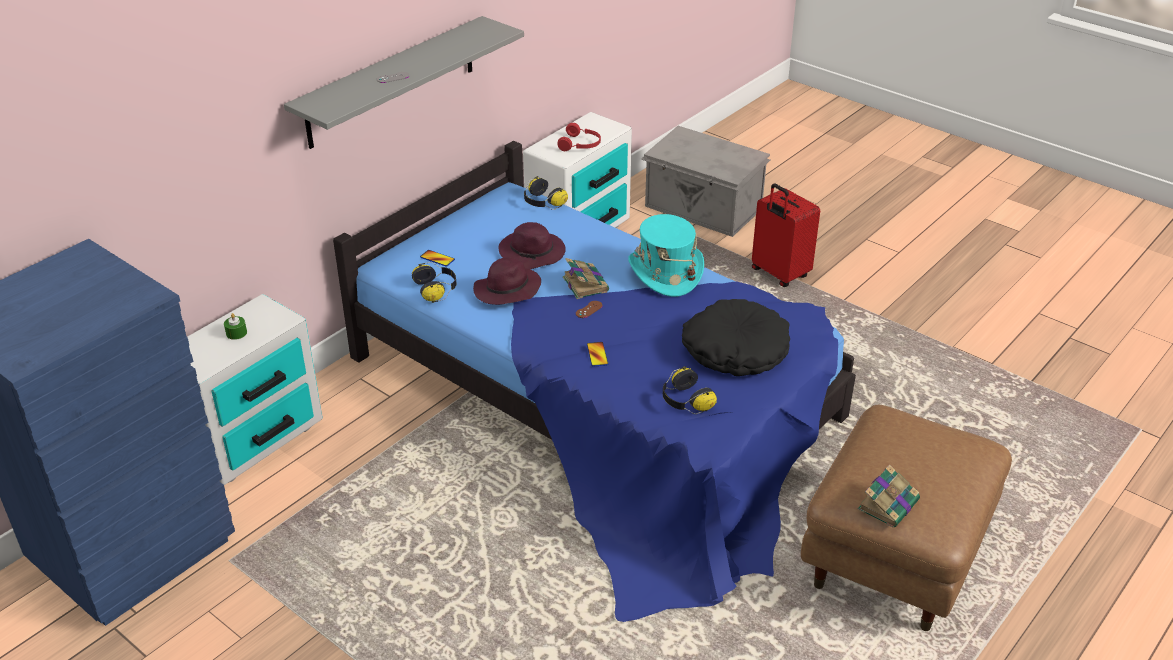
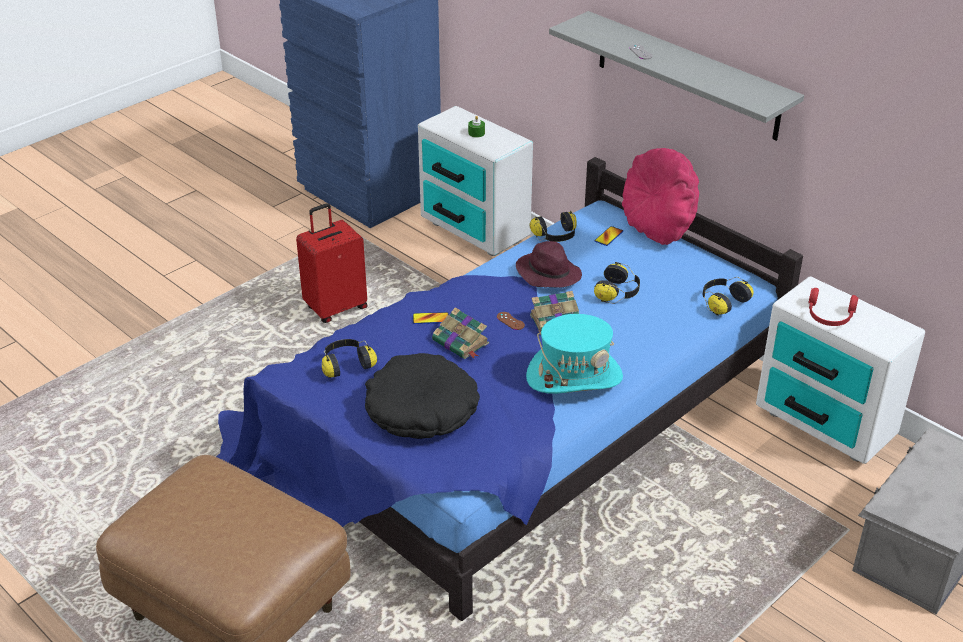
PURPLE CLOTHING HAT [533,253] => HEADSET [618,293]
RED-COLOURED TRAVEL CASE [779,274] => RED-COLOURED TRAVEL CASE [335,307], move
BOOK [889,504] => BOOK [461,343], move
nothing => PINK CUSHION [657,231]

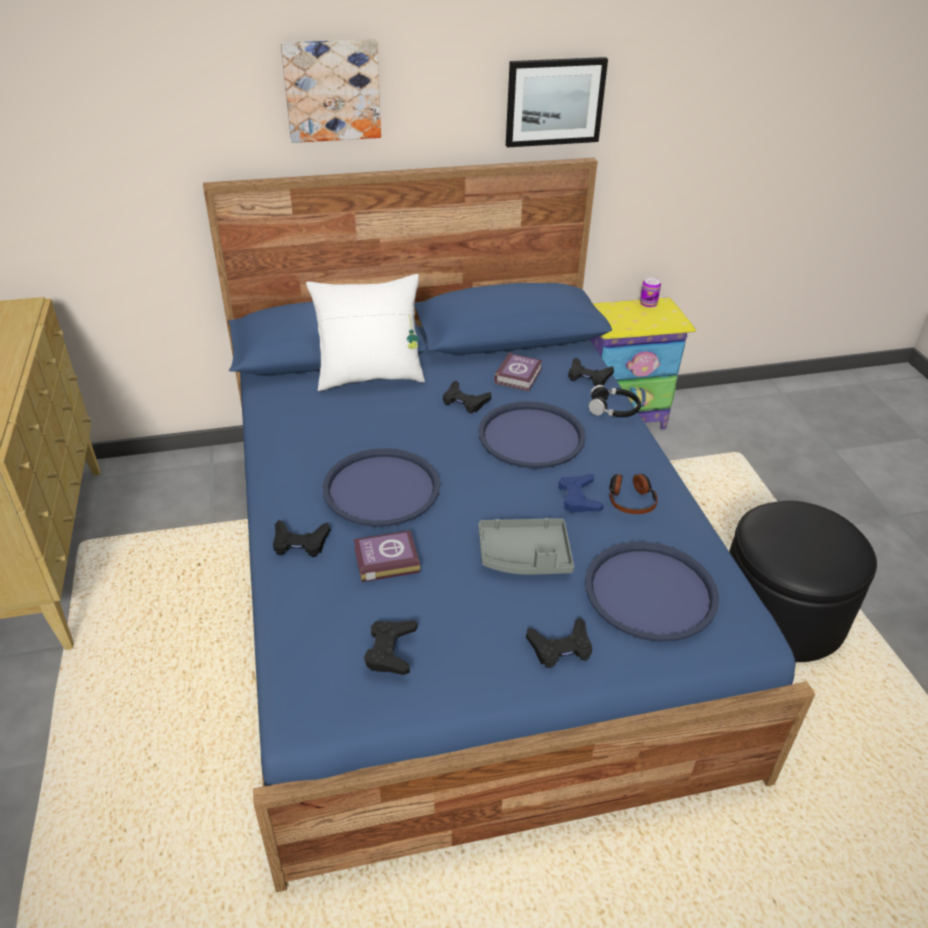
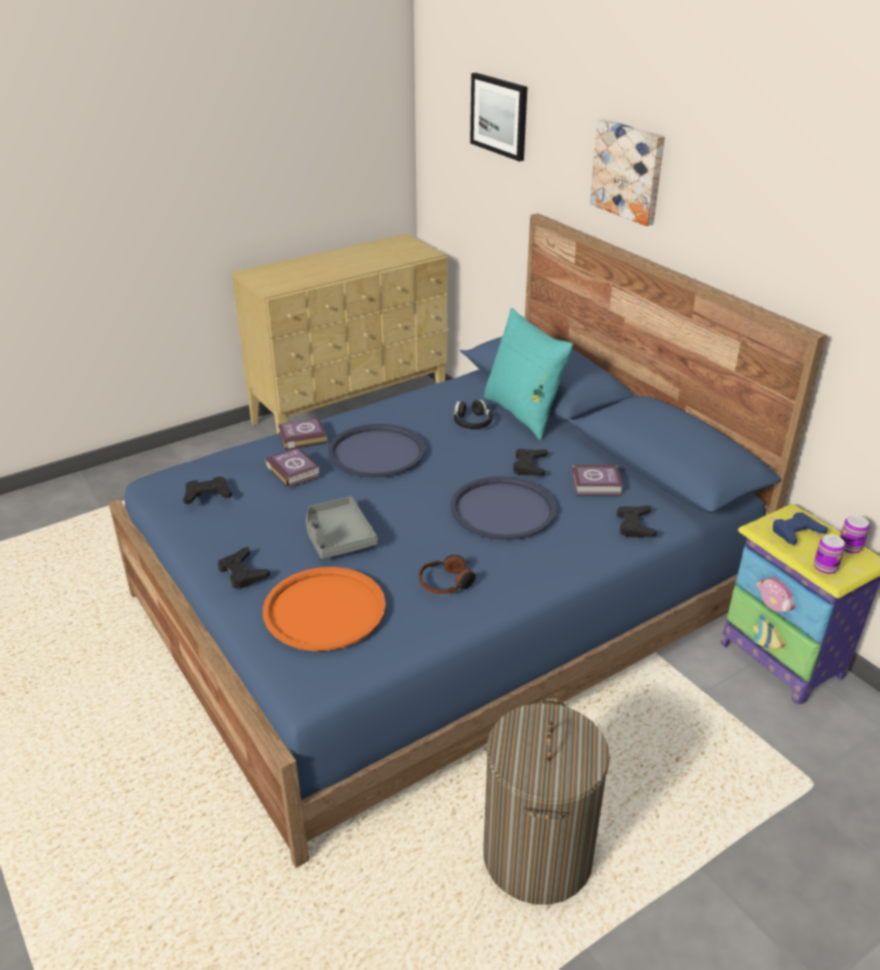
BLACK GAMEPAD [300,543] => BOOK [301,438]
WHITE CUSHION [370,378] => BLUE-GREEN CUSHION [522,414]
PICTURE [554,101] => PICTURE [499,116], move
BLUE-COLOURED GAMEPAD [579,497] => BLUE-COLOURED GAMEPAD [796,532], move
BLUE-COLOURED TRAY [650,591] => ORANGEY TRAY [325,610]
BLACK HEADSET [613,409] => BLACK HEADSET [472,422], move
BLACK POUFFE [780,613] => WASHING BASKET [537,856]
nothing => CAN [825,567]

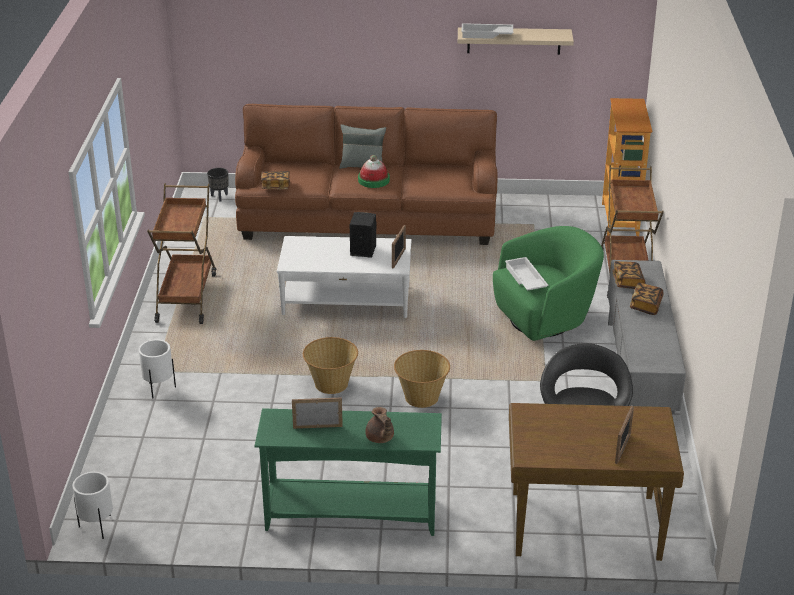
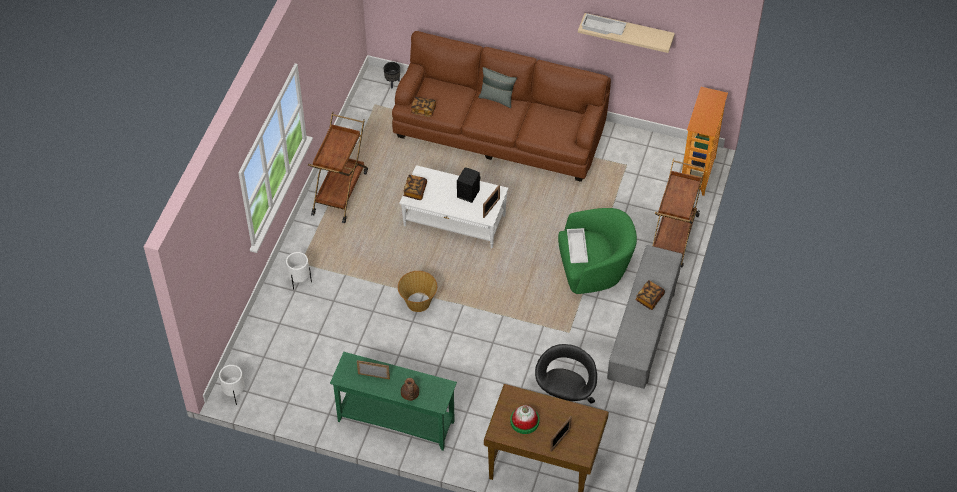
CLOTHING HAT [373,180] => CLOTHING HAT [524,421], move
BASKET [421,397] => nothing
BOOK [627,282] => BOOK [415,191], move

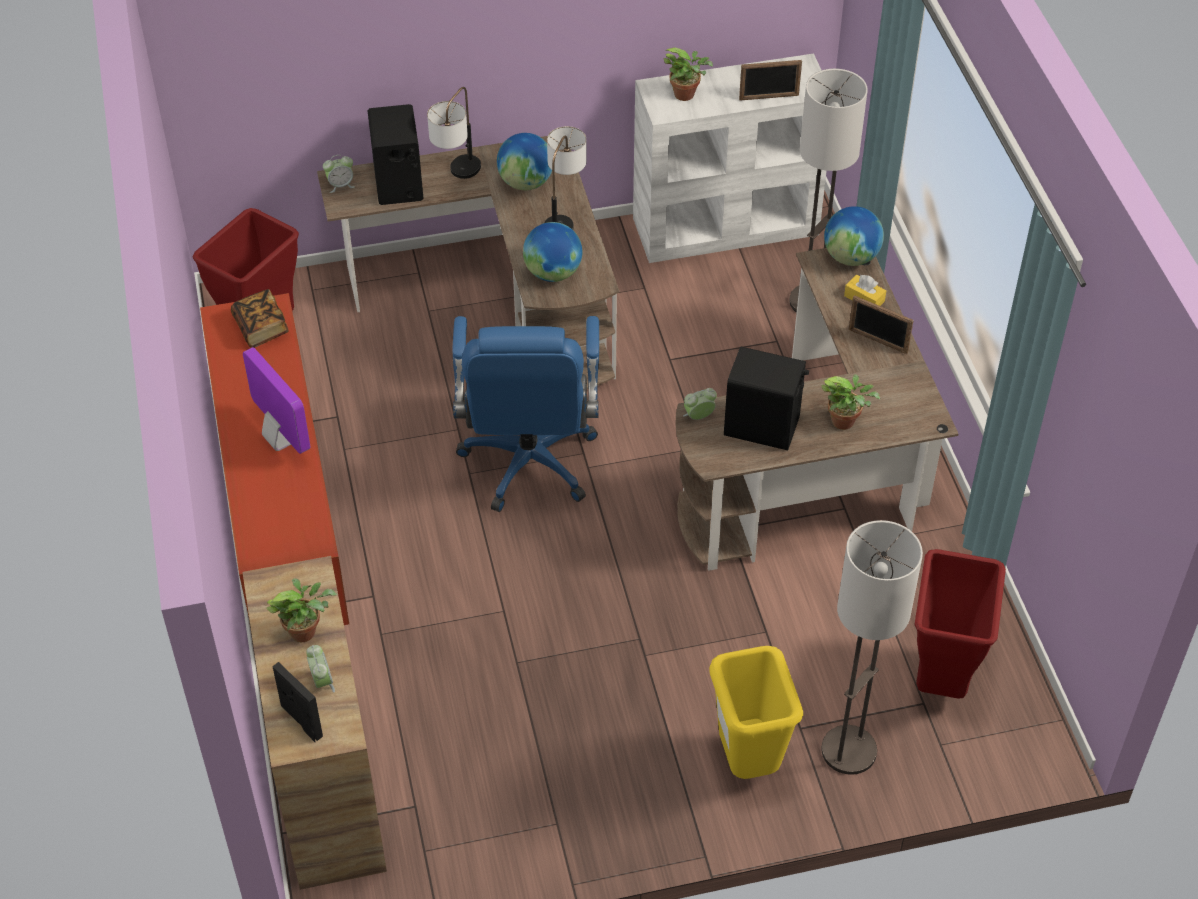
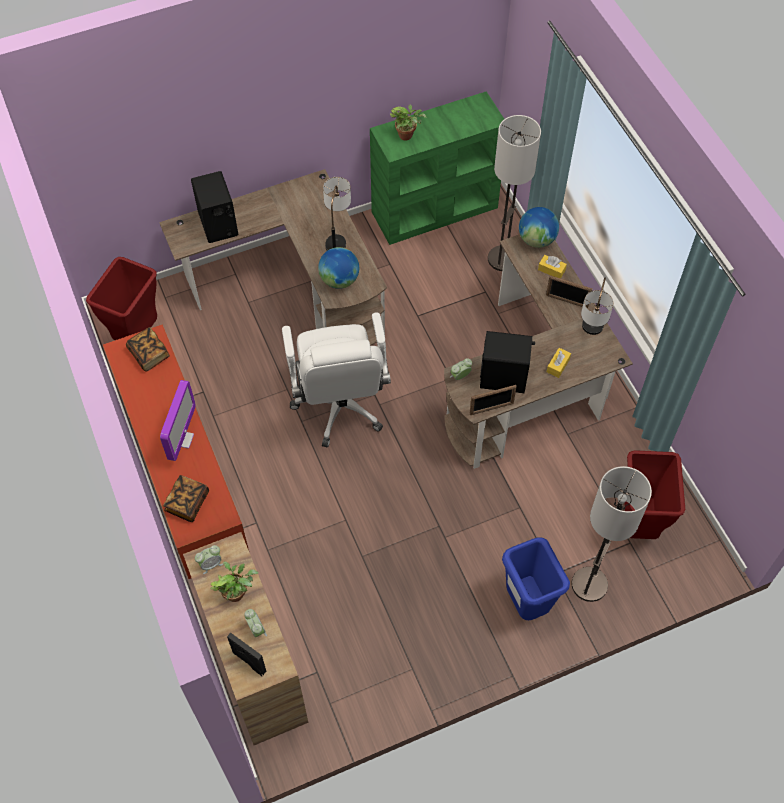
COMPUTER DISPLAY [281,439] => COMPUTER DISPLAY [182,439], 60 degrees clockwise
BEDSIDE CLOCK [340,185] => BEDSIDE CLOCK [210,564], move
TABLE LAMP [457,177] => TABLE LAMP [590,334], move
BLUE-COLOURED OFFICE CHAIR [529,464] => WHITE OFFICE CHAIR [340,408]
GLOBE [526,182] => nothing
WHITE SHELVING UNIT [725,225] => GREEN SHELVING UNIT [434,209]
YELLOW TRASH CAN [747,761] => BLUE-COLOURED TRASH CAN [526,603]
PHOTO FRAME [769,97] => PHOTO FRAME [491,408], move
POTTED PLANT [846,422] => YELLOW TISSUE BOX [558,365]
nothing => BOOK [187,503]

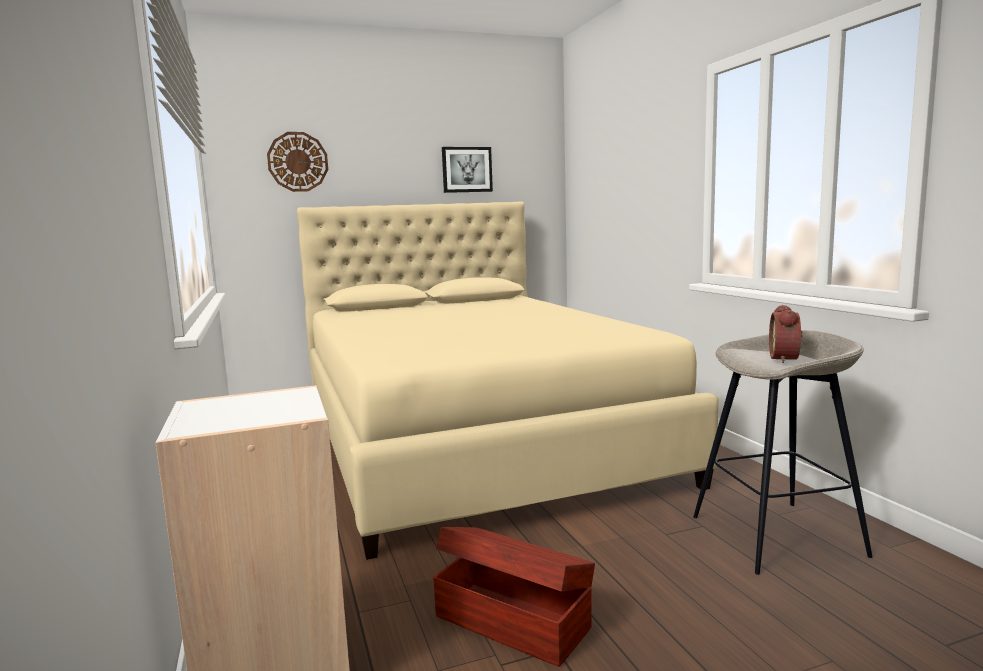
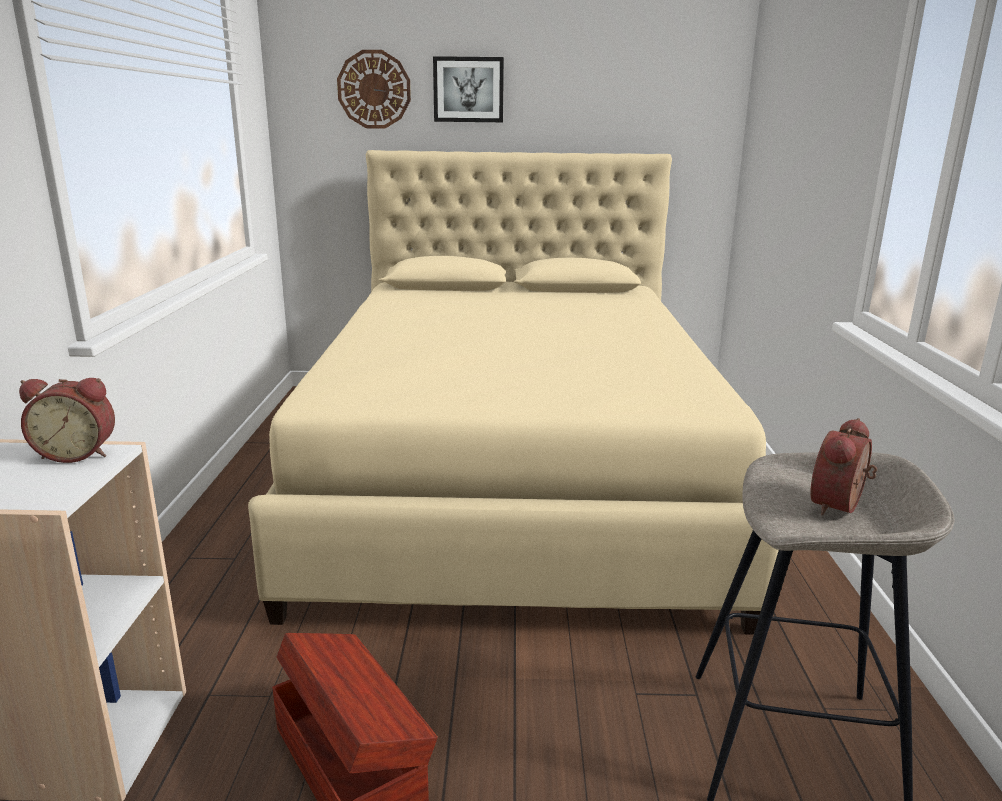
PICTURE [466,169] => PICTURE [468,90], move
nothing => BEDSIDE CLOCK [78,454]

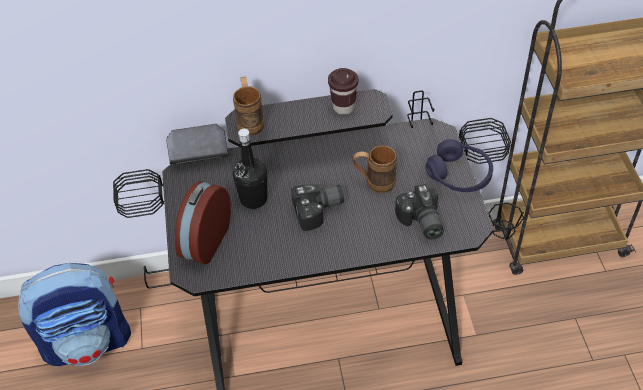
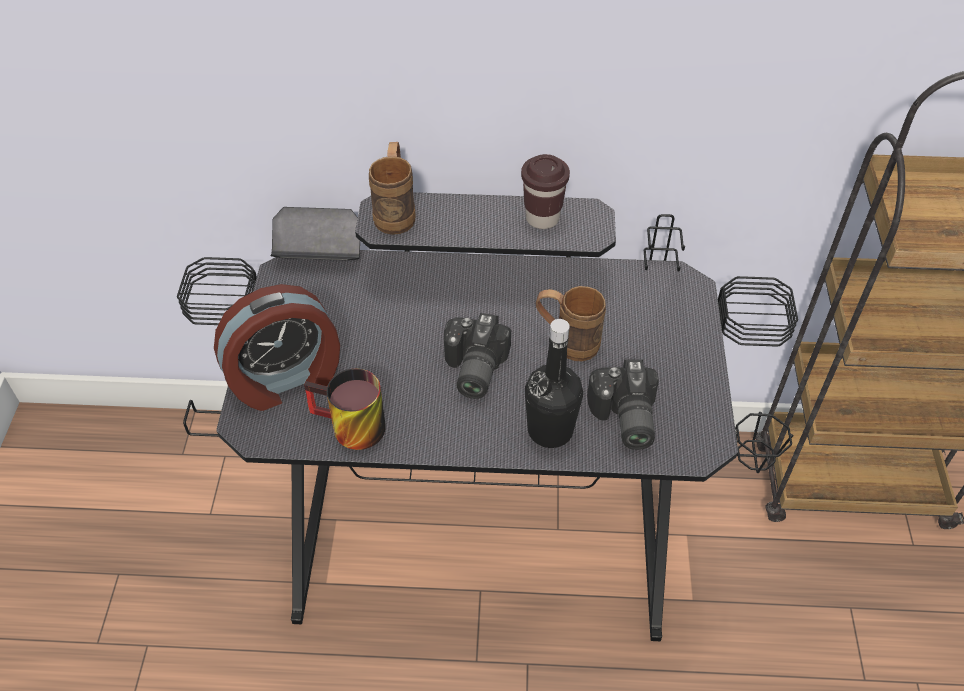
BACKPACK [88,341] => nothing
BEDSIDE CLOCK [204,240] => BEDSIDE CLOCK [286,380], 150 degrees counterclockwise
BLACK BEVERAGE BOTTLE [253,199] => BLACK BEVERAGE BOTTLE [550,430], move
PHOTO CAMERA [319,211] => PHOTO CAMERA [471,369], 105 degrees clockwise
PURPLE HEADSET [459,175] => nothing
nothing => TEA MUG [348,429]

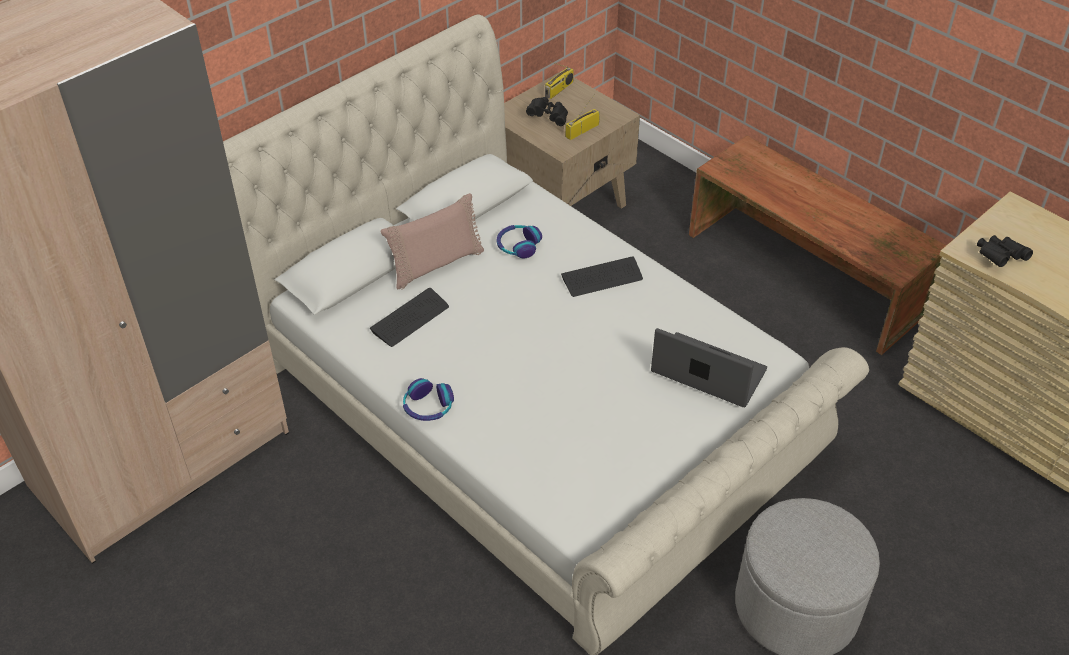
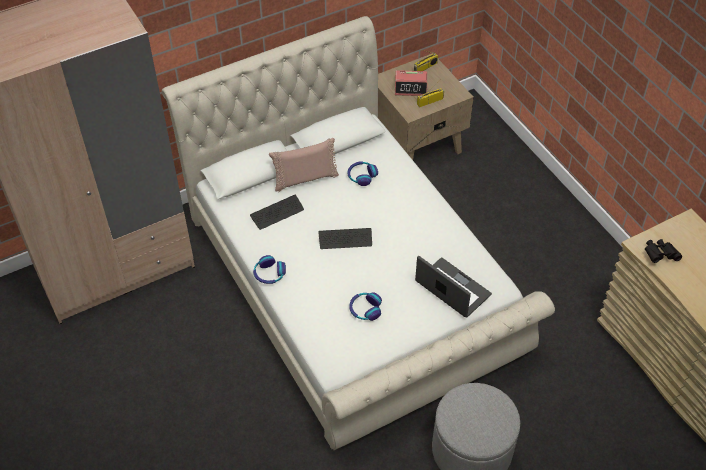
BLACK BINOCULARS [548,117] => BEDSIDE CLOCK [411,87]
KEYBOARD [602,278] => KEYBOARD [345,239], move
BROWNISH BENCH [806,273] => nothing
nothing => HEADSET [365,309]

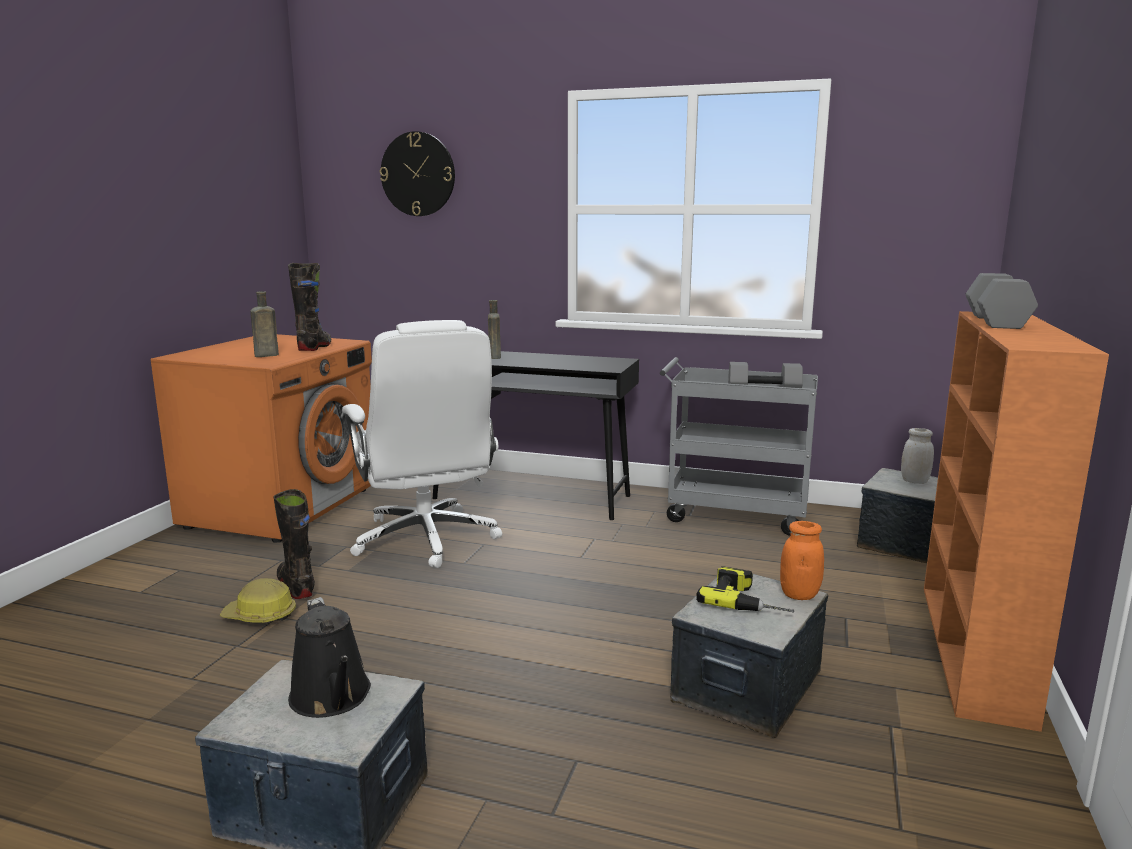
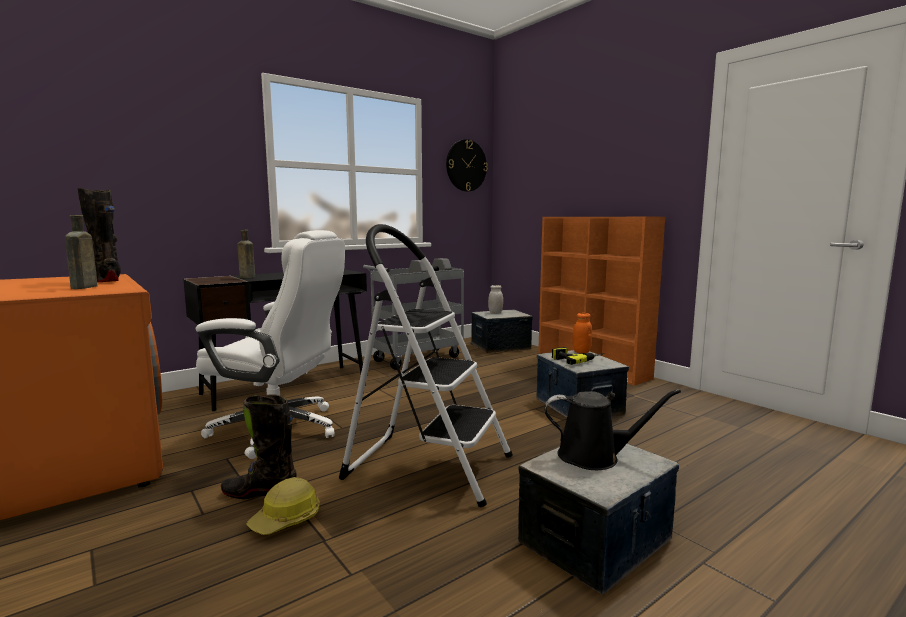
CLOCK ON THE WALL [418,174] => CLOCK ON THE WALL [466,165], move
GRAY FREE WEIGHT [998,322] => nothing
nothing => STEP STOOL [425,466]

